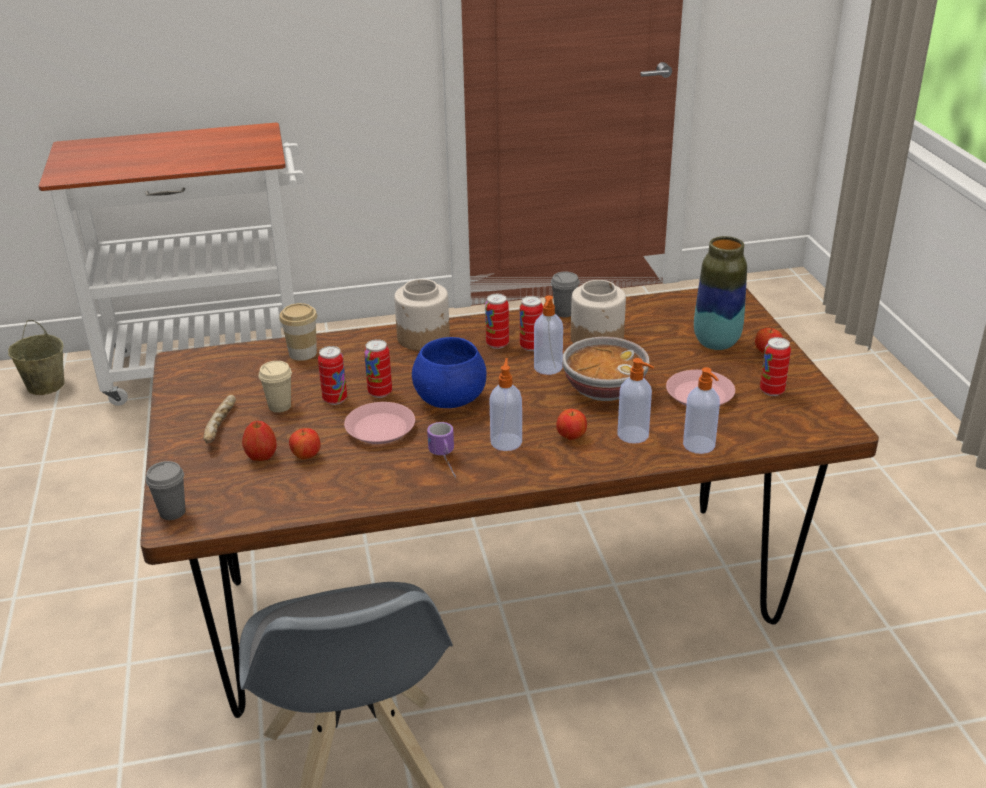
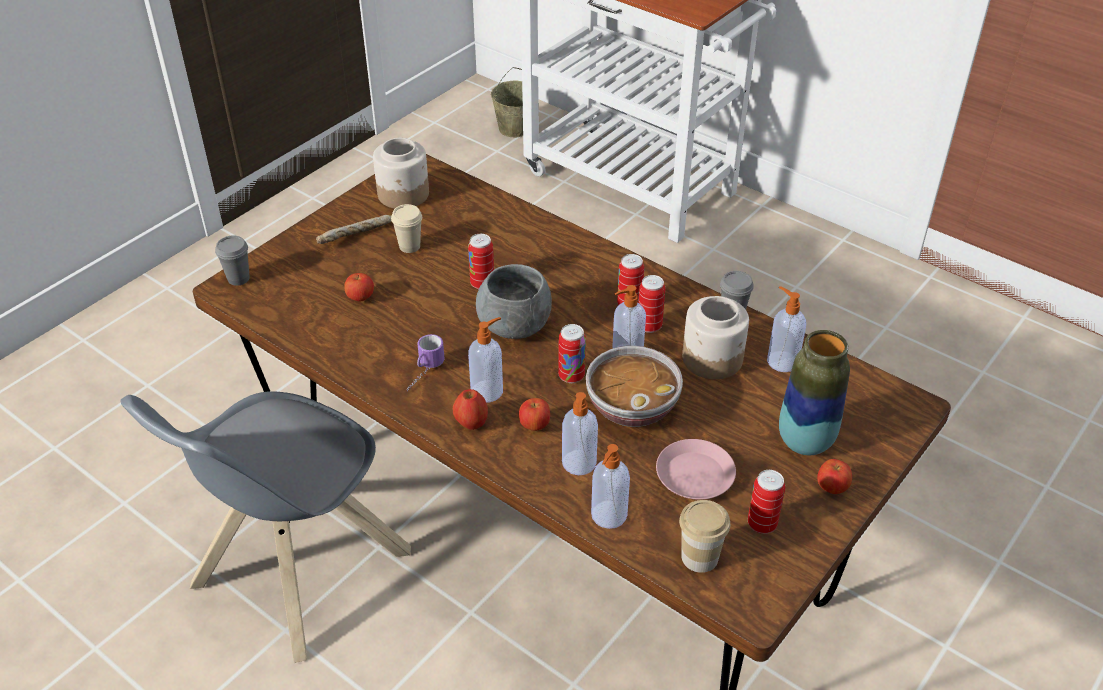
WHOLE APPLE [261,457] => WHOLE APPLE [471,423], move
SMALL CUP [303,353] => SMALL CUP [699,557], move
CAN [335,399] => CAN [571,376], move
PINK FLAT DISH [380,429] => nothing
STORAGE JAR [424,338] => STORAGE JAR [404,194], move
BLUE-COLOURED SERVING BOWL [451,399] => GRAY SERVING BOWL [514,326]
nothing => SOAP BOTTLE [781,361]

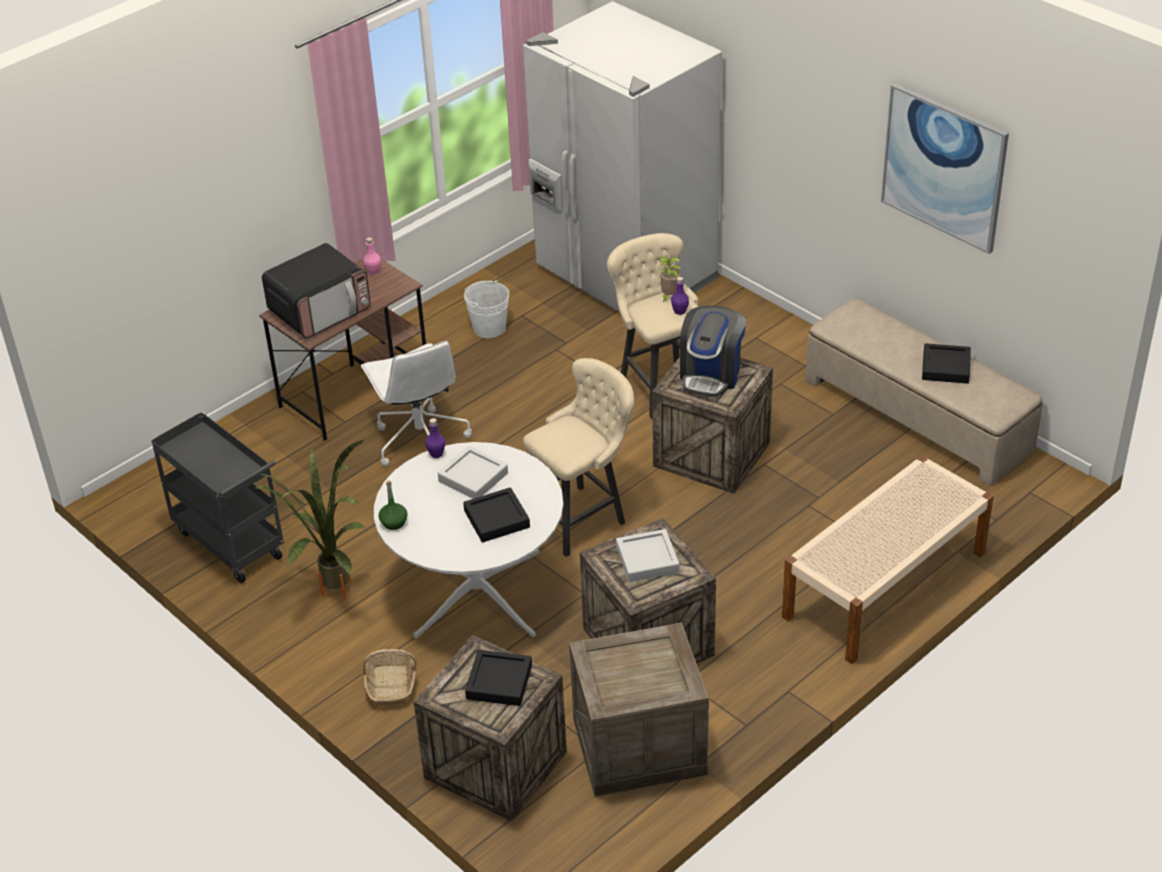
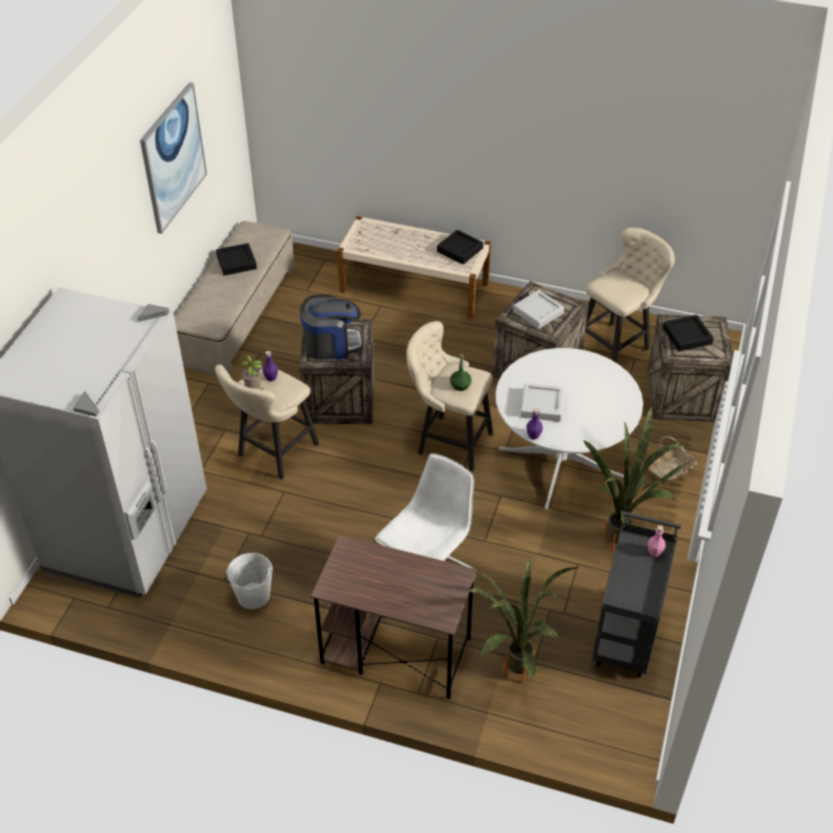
KITCHEN MICROWAVE [320,310] => nothing
PINK BEVERAGE BOTTLE [373,271] => PINK BEVERAGE BOTTLE [654,552], move
GREEN BEVERAGE BOTTLE [393,522] => GREEN BEVERAGE BOTTLE [460,385], move
BLACK TRAY [496,519] => BLACK TRAY [460,250], move
SHIPPING CRATE [638,747] => BEIGE STOOL [618,343]
nothing => POTTED PLANT [512,675]

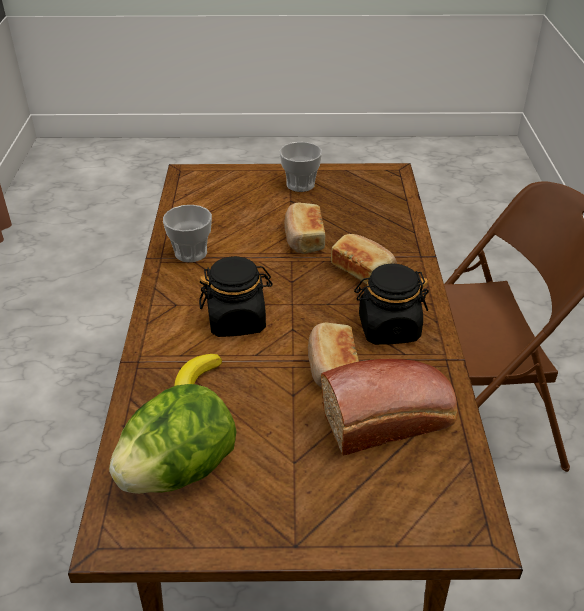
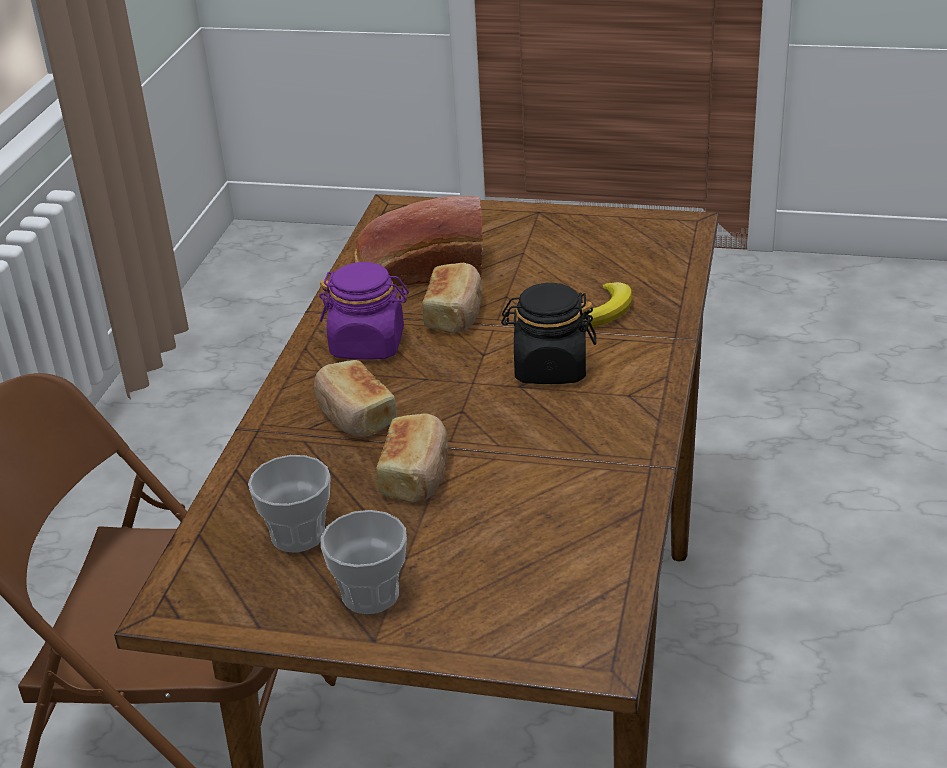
LETTUCE [179,470] => nothing
SMALL CUP [191,253] => SMALL CUP [298,535], move
BLACK STORAGE JAR [388,329] => PURPLE STORAGE JAR [368,345]

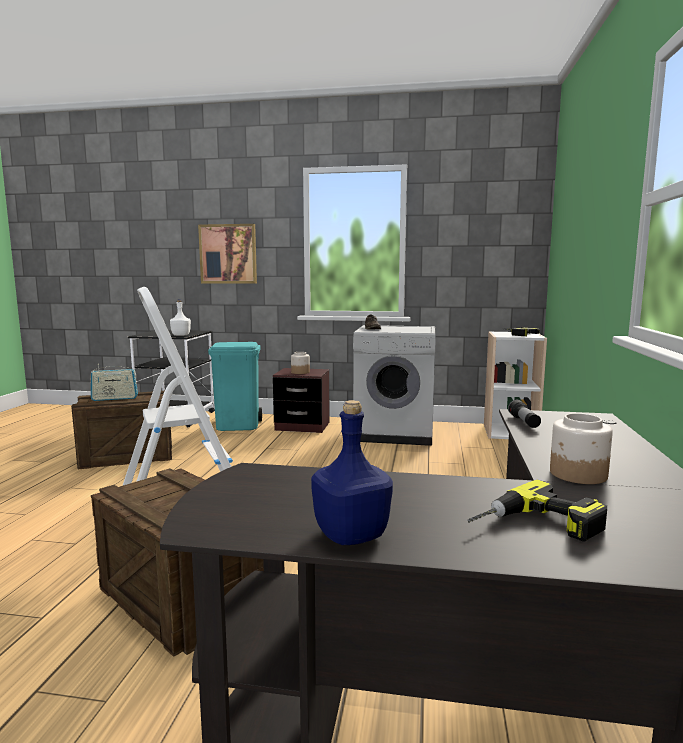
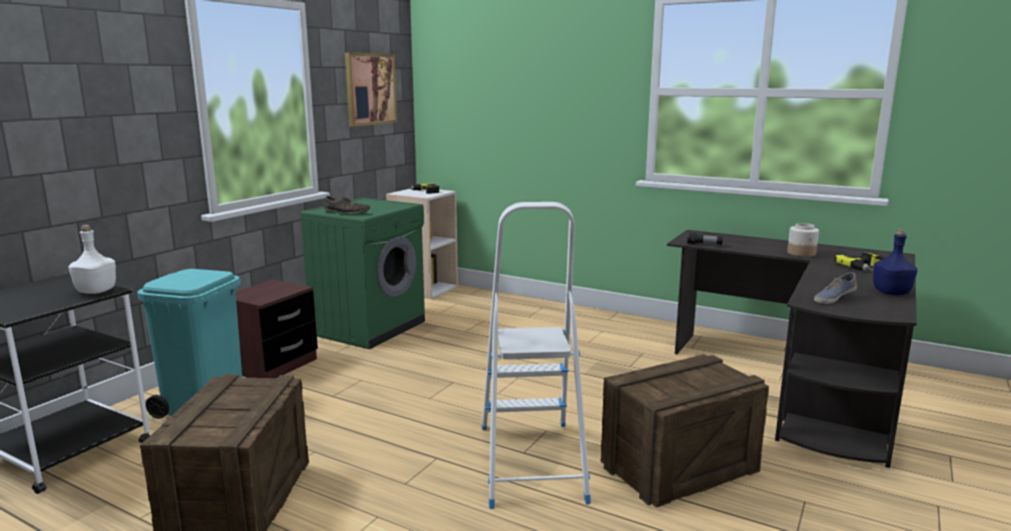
RADIO [115,398] => nothing
PICTURE [228,254] => PICTURE [370,89], move
STORAGE JAR [300,372] => nothing
WHITE LAUNDRY MACHINE [394,434] => GREEN LAUNDRY MACHINE [371,328]
nothing => SHOE [833,298]

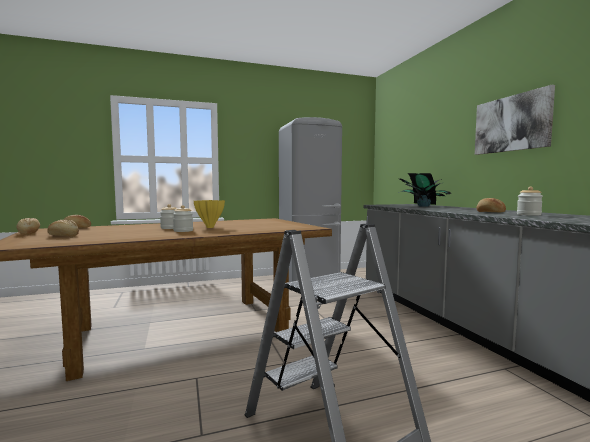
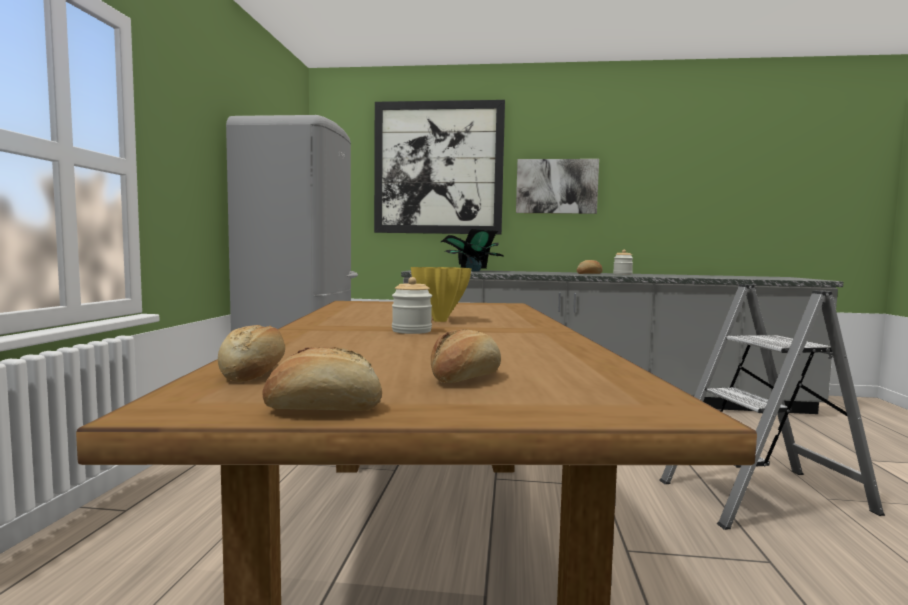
STORAGE JAR [183,231] => nothing
nothing => PICTURE [438,168]

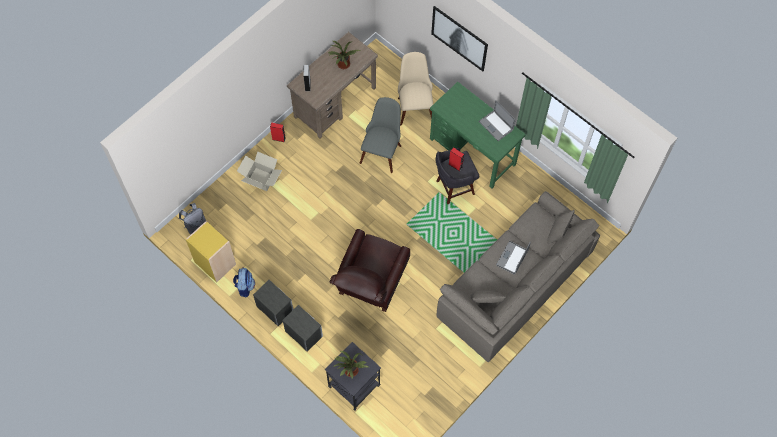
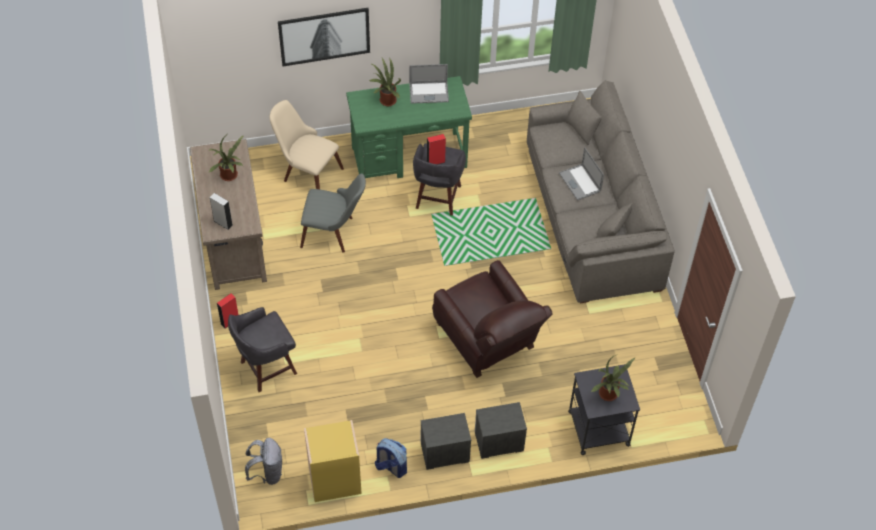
CARTON [261,179] => GRAY STOOL [266,369]
GRAY CHAIR [382,149] => GRAY CHAIR [334,232], 135 degrees clockwise
nothing => POTTED PLANT [386,101]

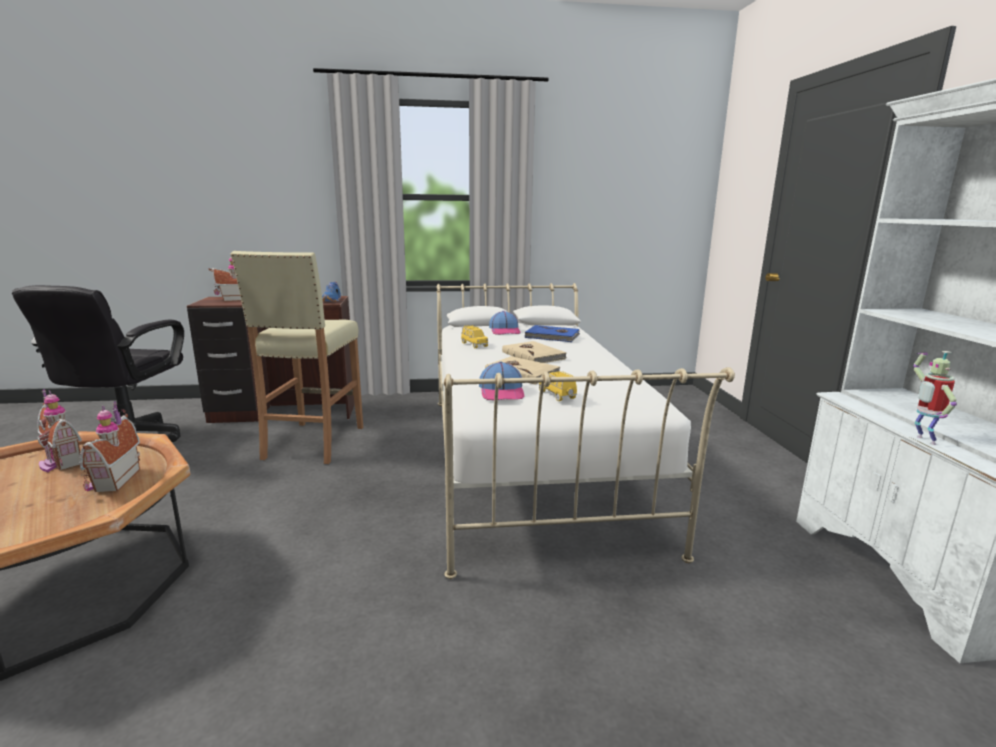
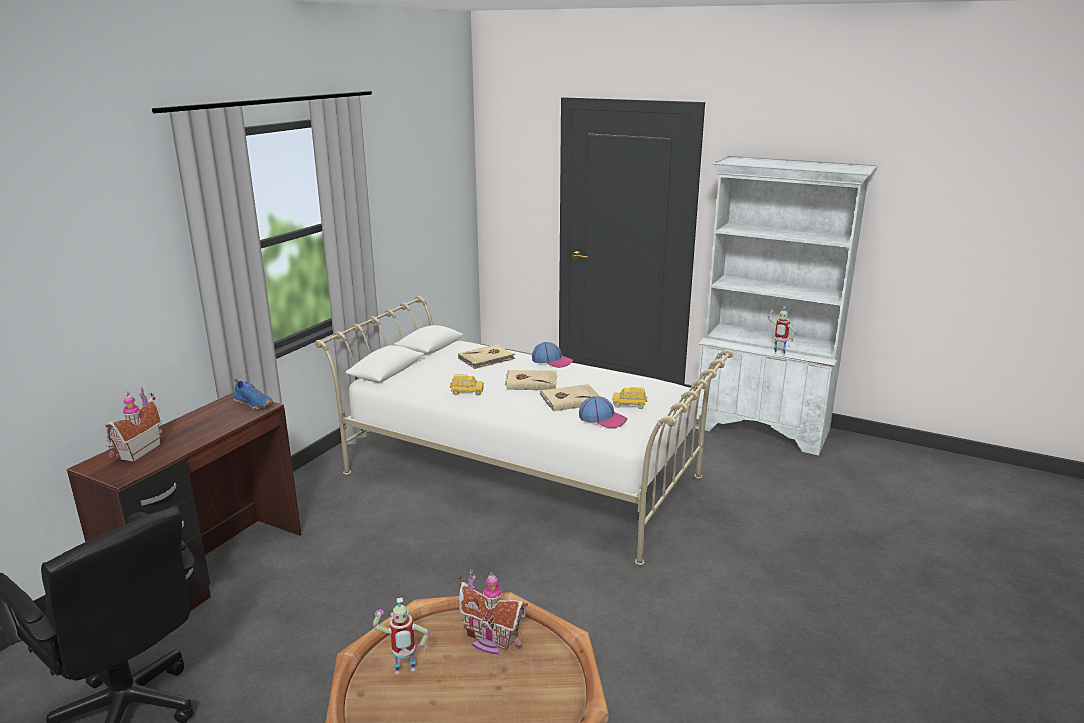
TOY HOUSE [60,462] => ROBOT FIGURE [404,673]
BEIGE STOOL [313,443] => nothing
BASEBALL CAP [505,331] => BASEBALL CAP [552,361], move
BLUE-COLOURED BOOK [552,336] => BEIGE BOOK [487,359]

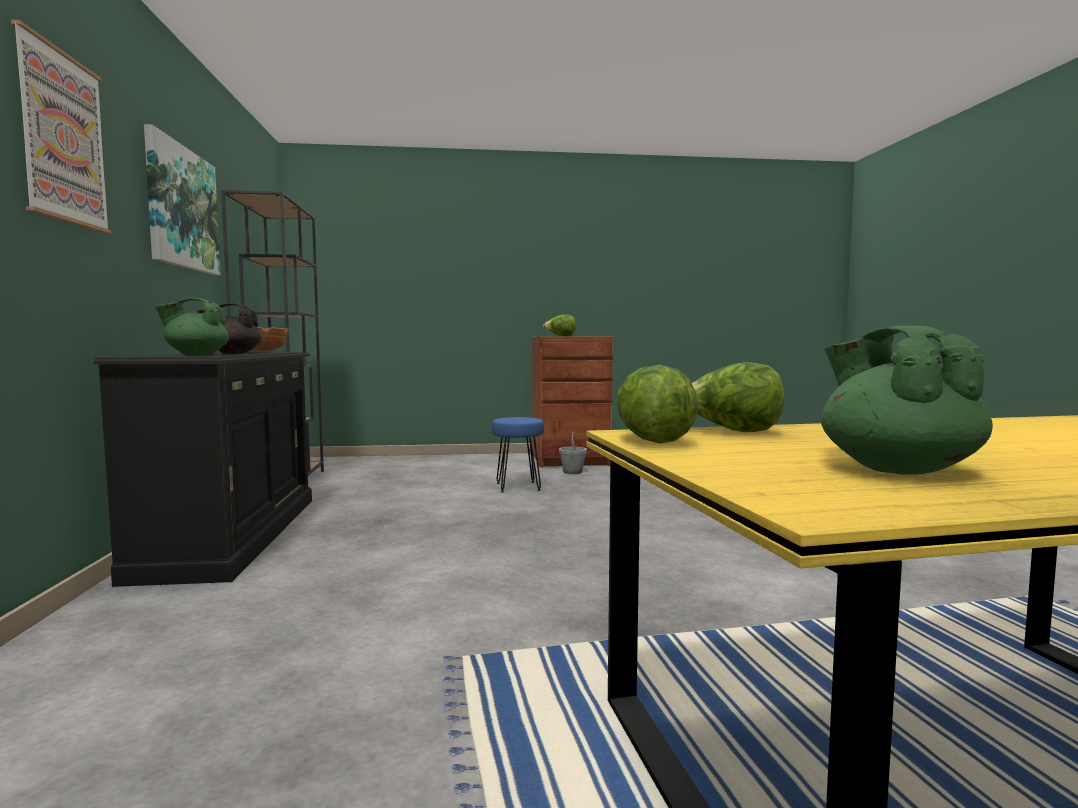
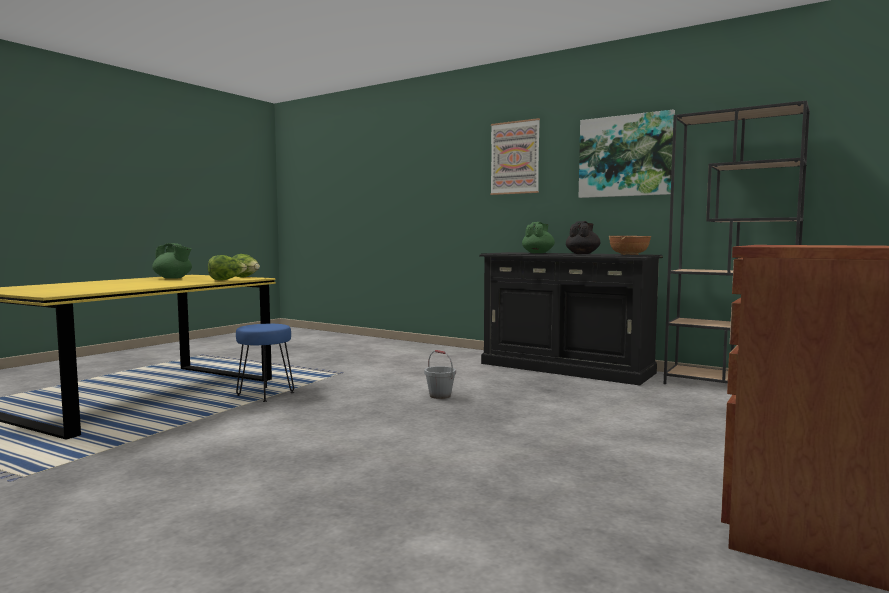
BLUE-COLOURED STOOL [518,486] => BLUE-COLOURED STOOL [265,394], move
LETTUCE [560,336] => nothing
GRAY WATER BUCKET [572,472] => GRAY WATER BUCKET [439,396], move

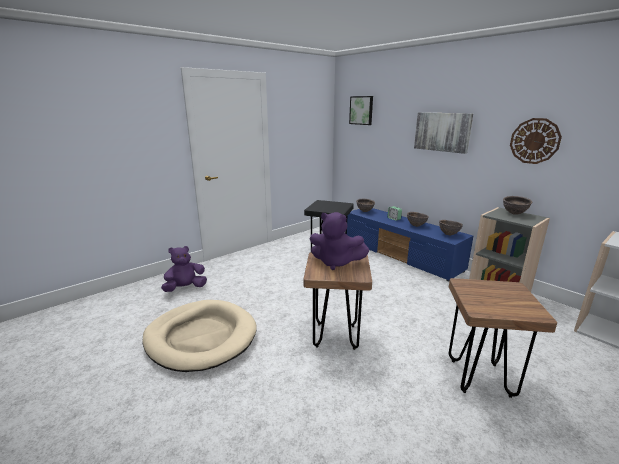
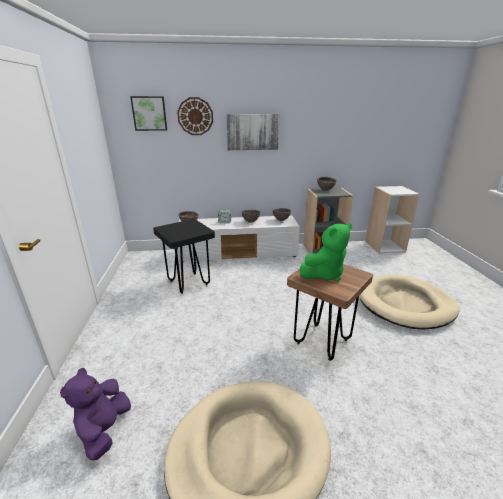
PURPLE SOFT TOY [336,263] => GREEN SOFT TOY [324,274]
BLUE-COLOURED MEDIA CONSOLE [401,256] => WHITE MEDIA CONSOLE [239,253]
BROWNISH STOOL [480,378] => BEIGE DOG BED [405,304]
CLOCK ON THE WALL [534,141] => CLOCK ON THE WALL [195,116], move

